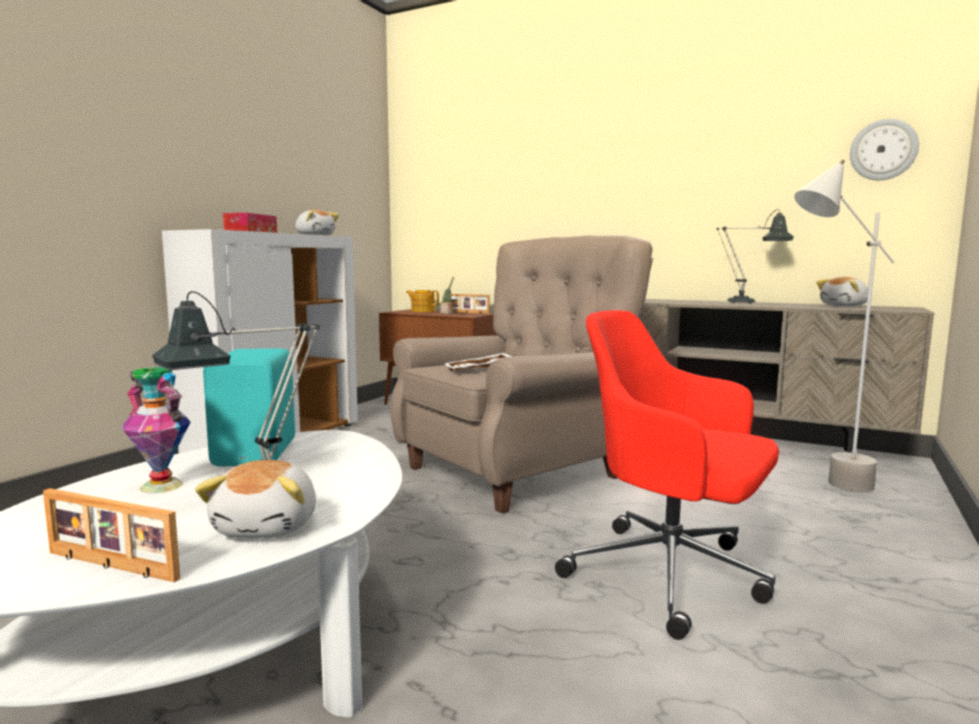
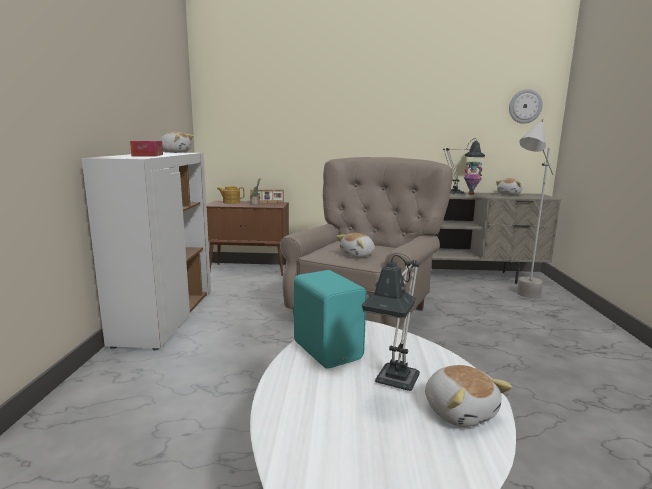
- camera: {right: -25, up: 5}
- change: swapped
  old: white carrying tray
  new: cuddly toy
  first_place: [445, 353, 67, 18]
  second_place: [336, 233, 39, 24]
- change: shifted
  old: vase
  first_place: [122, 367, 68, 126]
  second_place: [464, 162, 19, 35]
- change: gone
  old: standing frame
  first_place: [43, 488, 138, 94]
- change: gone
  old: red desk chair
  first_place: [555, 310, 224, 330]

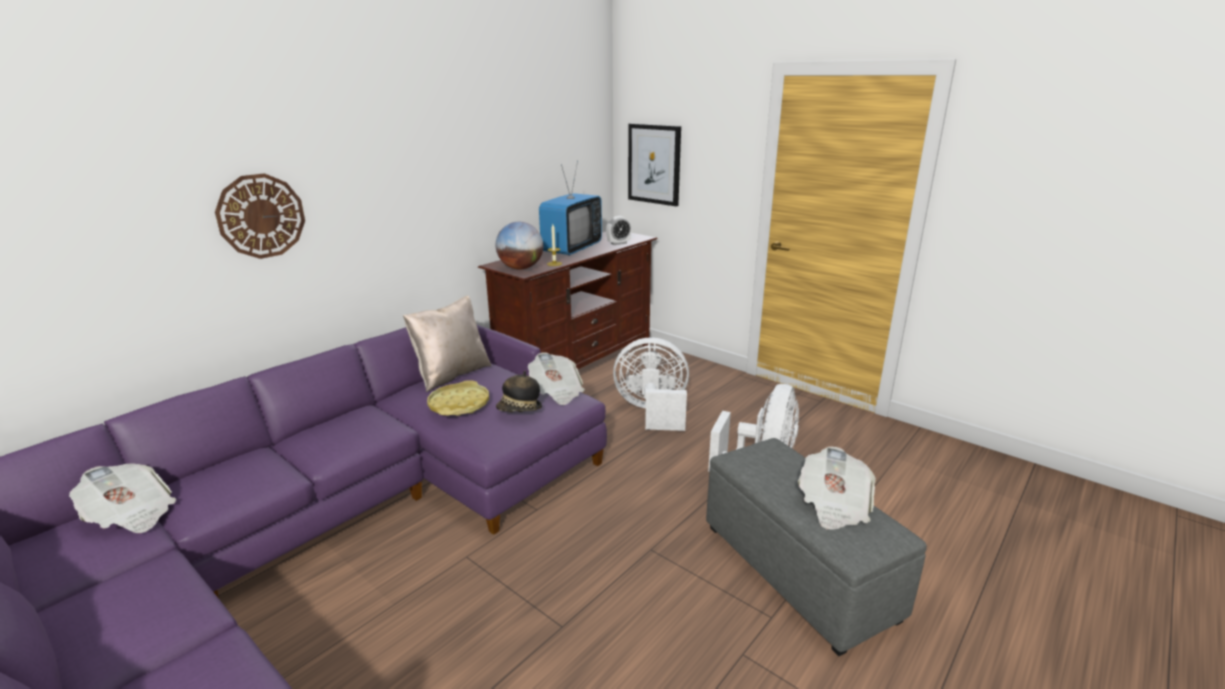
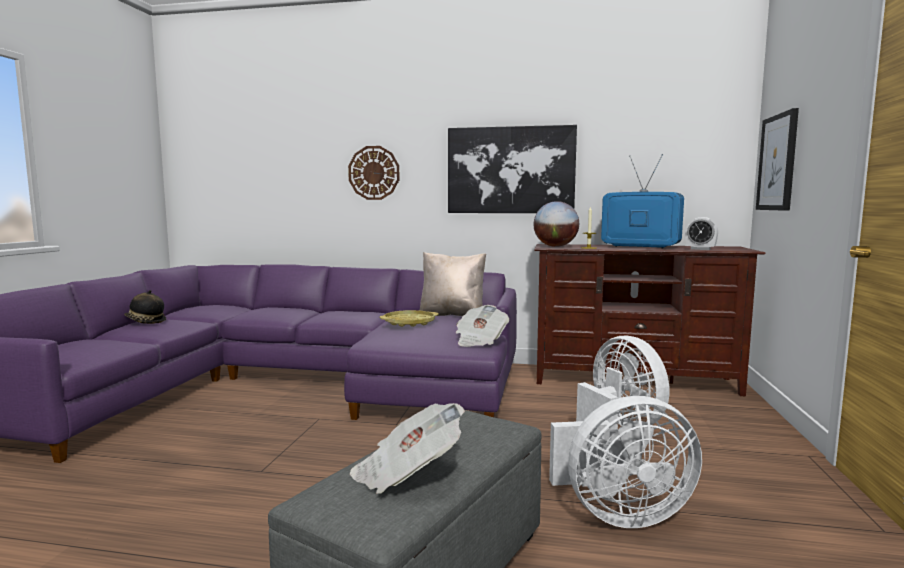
- camera: {right: 60, up: -15}
- change: shifted
  old: wearable hat
  first_place: [496, 371, 46, 41]
  second_place: [124, 290, 42, 34]
- change: new
  new: picture
  second_place: [448, 125, 129, 88]
- change: rotated
  old: TV set
  first_place: [539, 161, 63, 95]
  second_place: [601, 154, 83, 94]
  degrees: -150
- change: gone
  old: daily paper
  first_place: [69, 463, 107, 70]

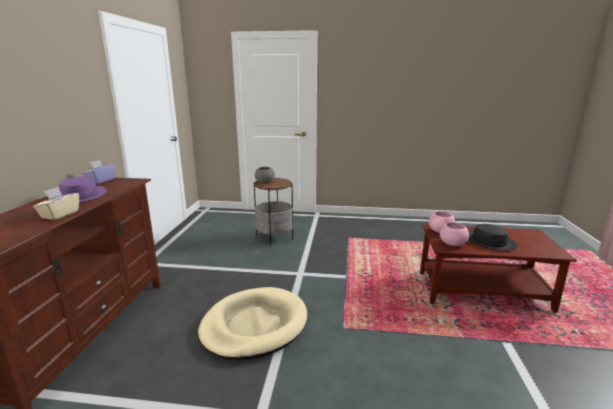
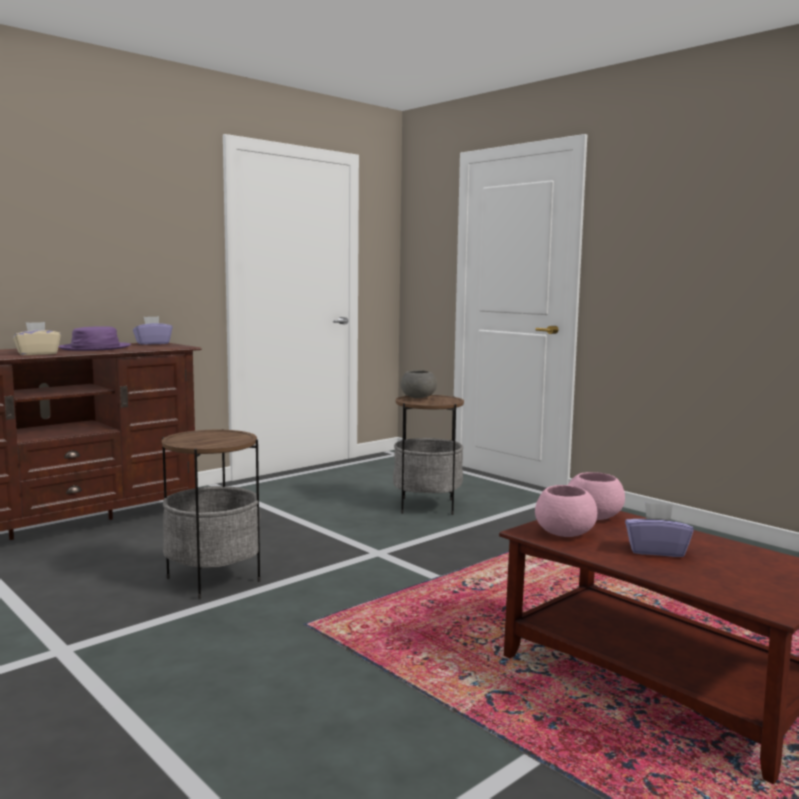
- camera: {right: 40, up: -10}
- change: swapped
  old: beige pet bed
  new: accent table
  first_place: [198, 287, 109, 73]
  second_place: [162, 429, 99, 170]
- change: swapped
  old: black-coloured wearable hat
  new: purple-coloured box of tissues
  first_place: [468, 224, 49, 26]
  second_place: [625, 502, 69, 55]

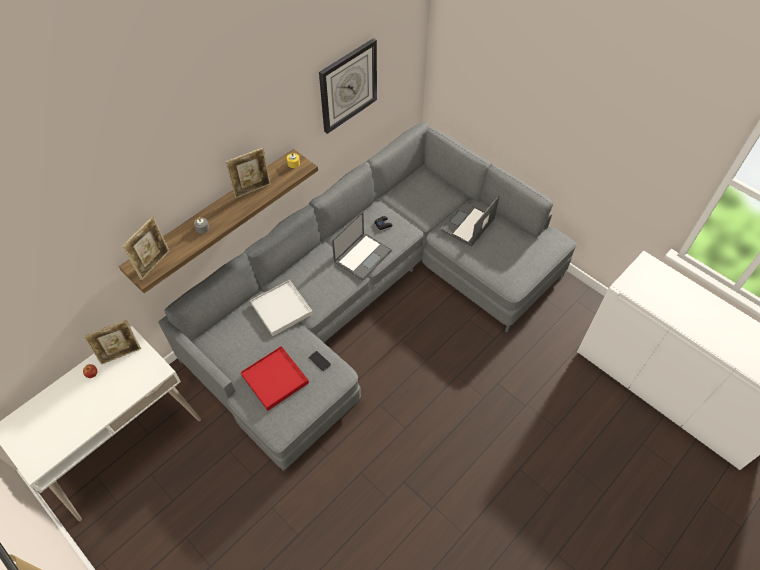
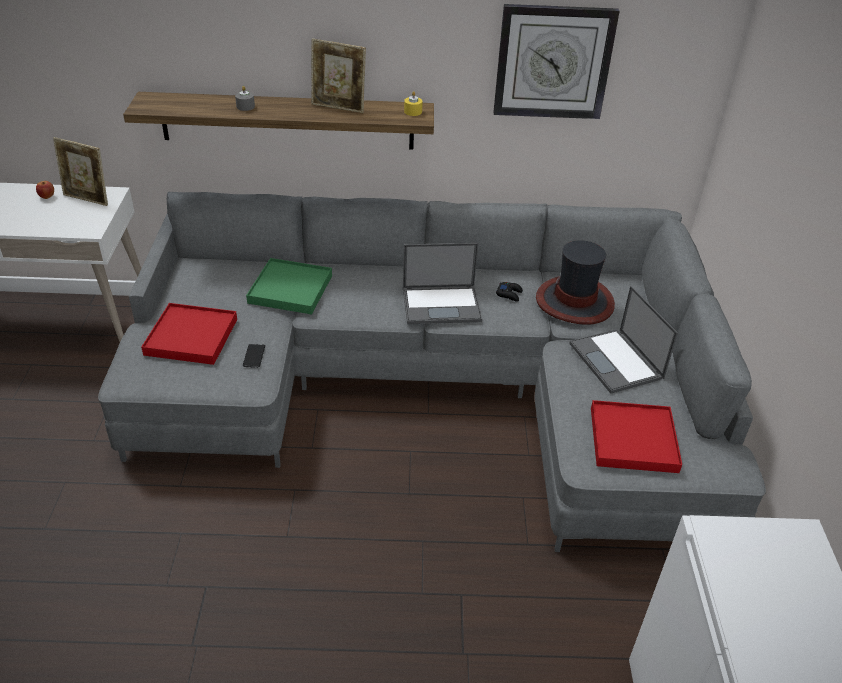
- camera: {right: 45, up: -15}
- change: repainted
  old: white carrying tray
  new: greenish carrying tray
  first_place: [250, 280, 63, 56]
  second_place: [246, 258, 86, 56]
- change: new
  new: wearable hat
  second_place: [536, 240, 79, 85]
- change: rotated
  old: portable computer
  first_place: [441, 196, 58, 51]
  second_place: [569, 286, 109, 108]
  degrees: -105
- change: new
  new: red carrying tray
  second_place: [591, 400, 91, 73]
- change: gone
  old: standing frame
  first_place: [122, 217, 48, 63]

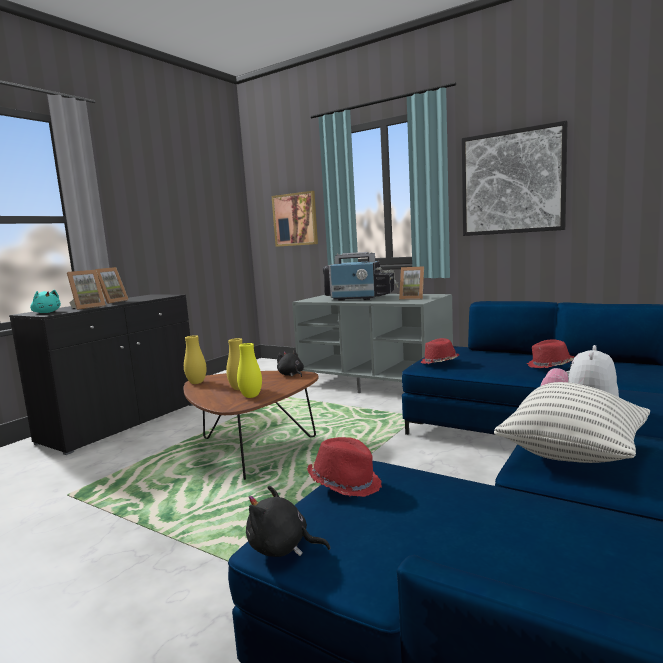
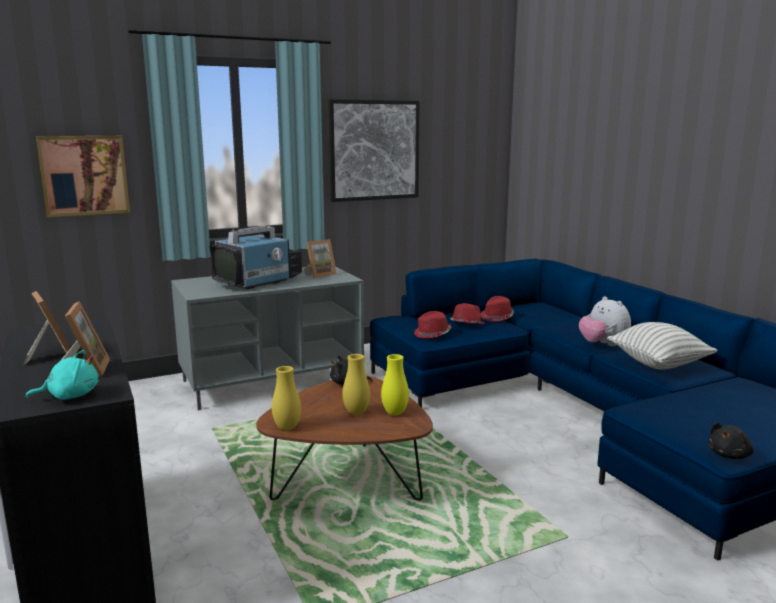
- camera: {right: -60, up: 5}
- change: shifted
  old: red wearable hat
  first_place: [307, 437, 75, 60]
  second_place: [450, 303, 34, 21]

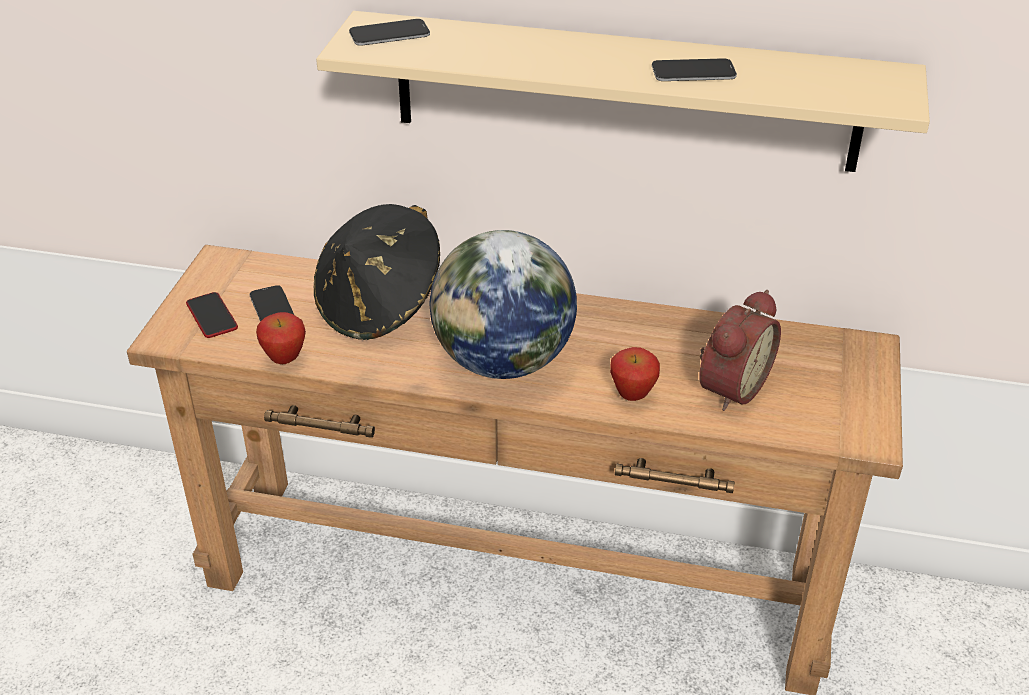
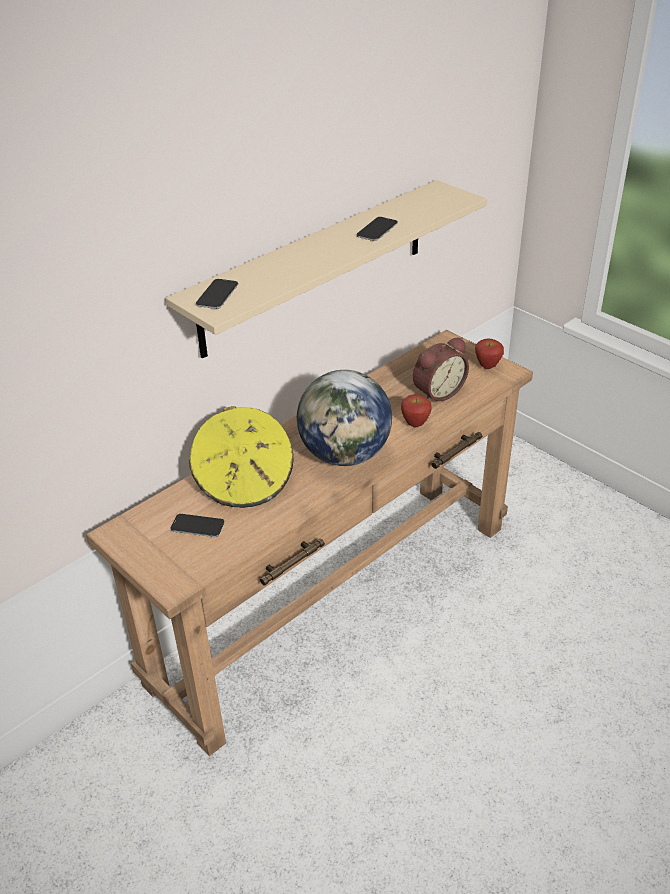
- camera: {right: -55, up: 0}
- change: repainted
  old: black-coloured wearable hat
  new: yellow-coloured wearable hat
  first_place: [314, 204, 126, 136]
  second_place: [189, 406, 104, 102]
- change: rotated
  old: bedside clock
  first_place: [699, 290, 82, 121]
  second_place: [413, 337, 56, 64]
  degrees: 75
- change: shifted
  old: whole apple
  first_place: [256, 312, 50, 52]
  second_place: [475, 338, 29, 31]
- change: gone
  old: telephone
  first_place: [186, 292, 52, 46]

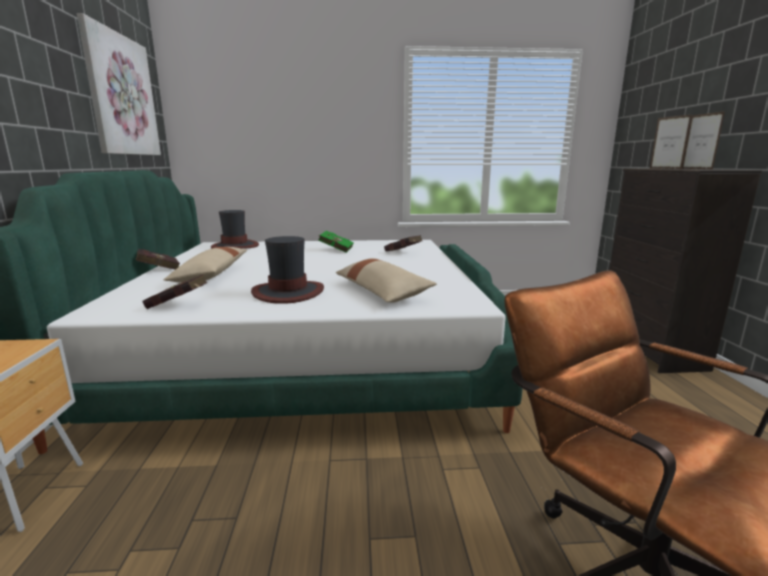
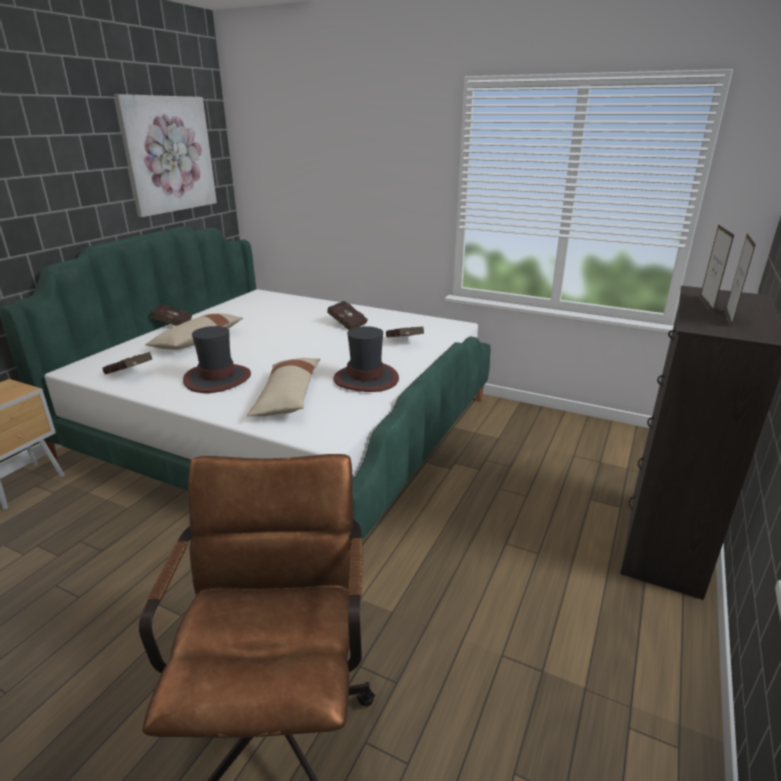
- camera: {right: 30, up: 10}
- change: repainted
  old: greenish book
  new: red book
  first_place: [319, 231, 34, 22]
  second_place: [327, 301, 40, 29]
- change: shifted
  old: wearable hat
  first_place: [211, 210, 48, 39]
  second_place: [333, 326, 66, 66]

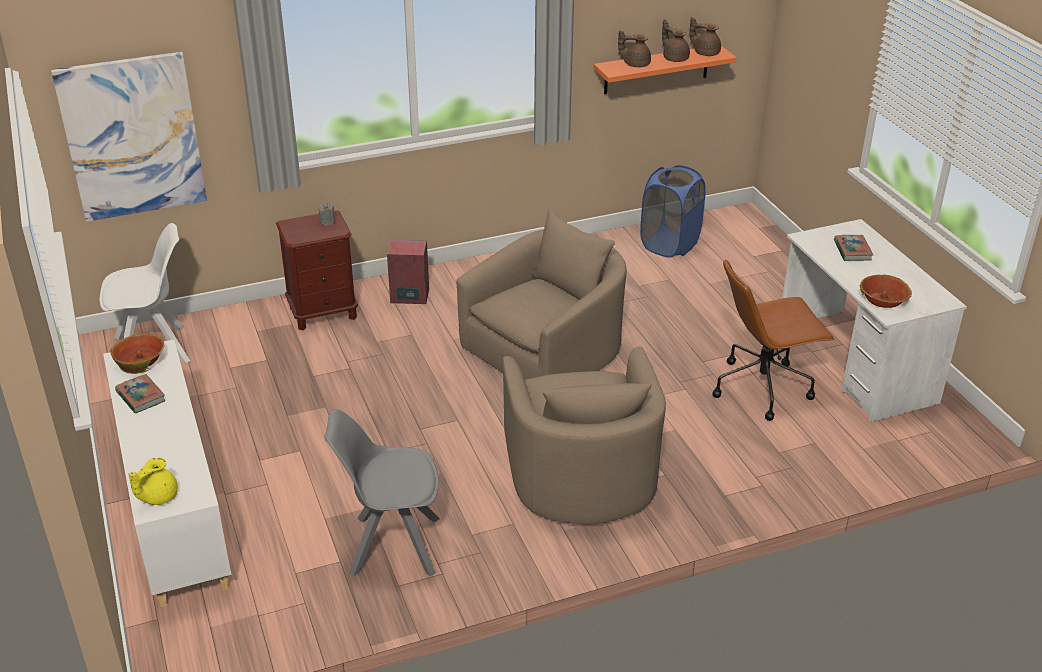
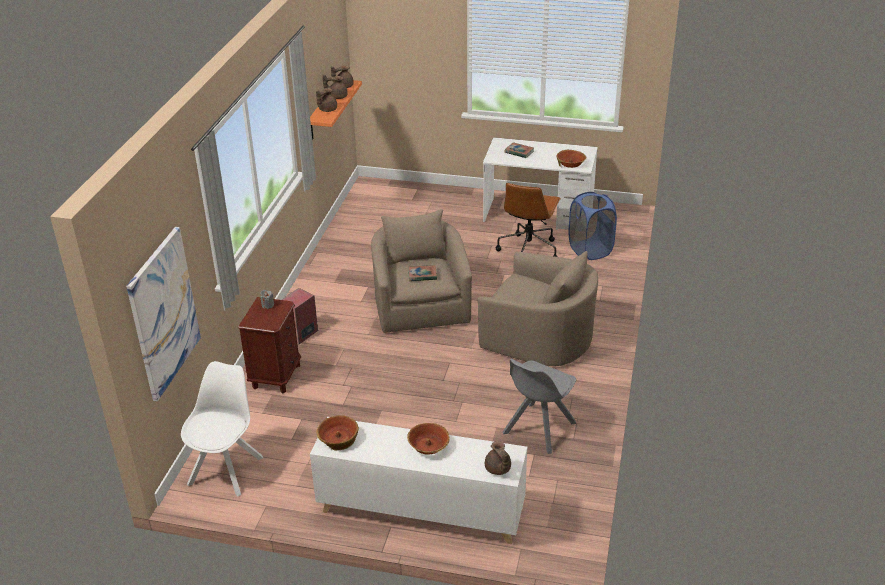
- camera: {right: -55, up: 0}
- change: new
  new: deep dish
  second_place: [407, 423, 42, 32]
- change: shifted
  old: book
  first_place: [115, 374, 51, 40]
  second_place: [408, 265, 29, 16]
- change: repainted
  old: yellow-coloured tea pot
  new: brown tea pot
  first_place: [128, 458, 50, 47]
  second_place: [485, 441, 26, 34]
- change: shifted
  old: bluish washing basket
  first_place: [640, 165, 66, 93]
  second_place: [569, 192, 48, 68]

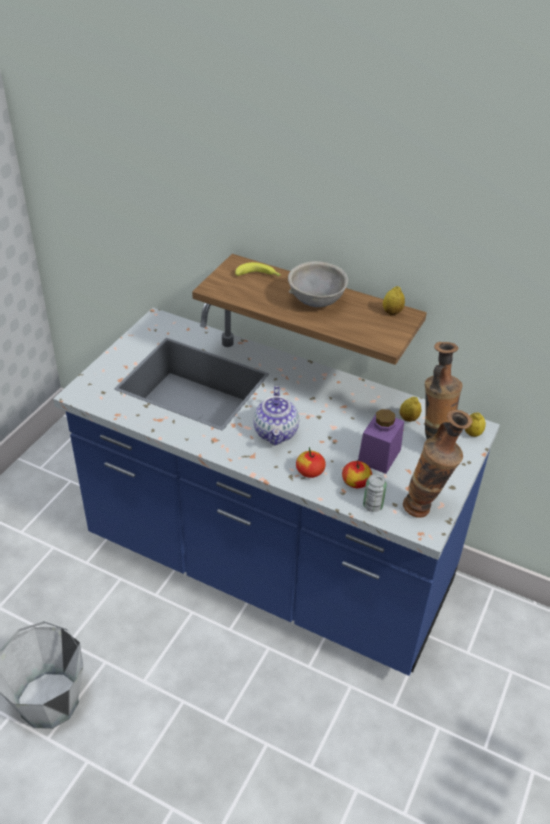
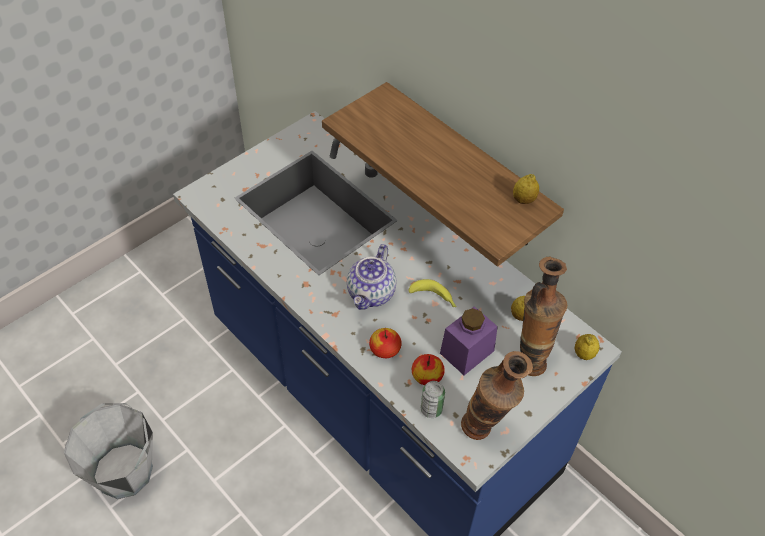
- camera: {right: 20, up: 10}
- change: shifted
  old: banana fruit
  first_place: [235, 262, 46, 14]
  second_place: [409, 279, 48, 28]
- change: gone
  old: gray deep dish
  first_place: [288, 261, 60, 46]

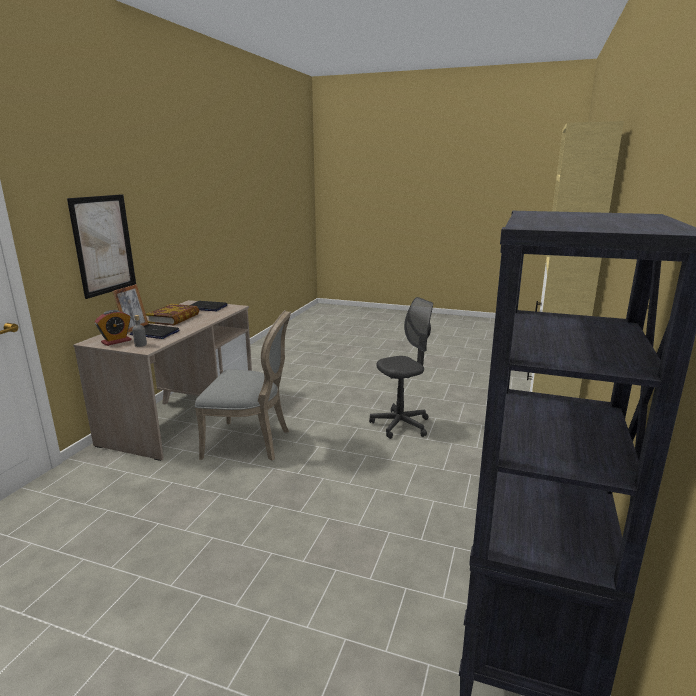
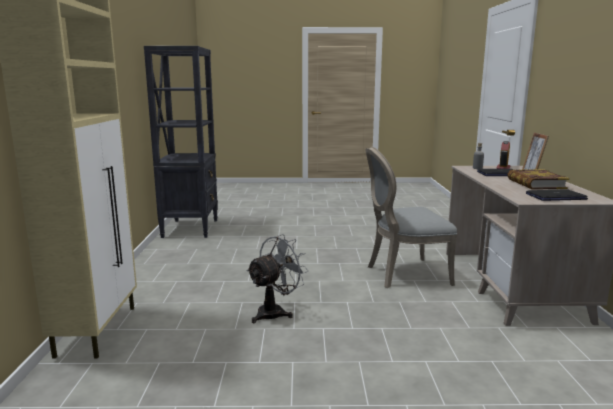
- camera: {right: 160, up: -5}
- change: swapped
  old: gray desk chair
  new: gray electric fan
  first_place: [369, 297, 64, 142]
  second_place: [246, 234, 63, 89]
- change: gone
  old: picture
  first_place: [67, 194, 69, 105]

